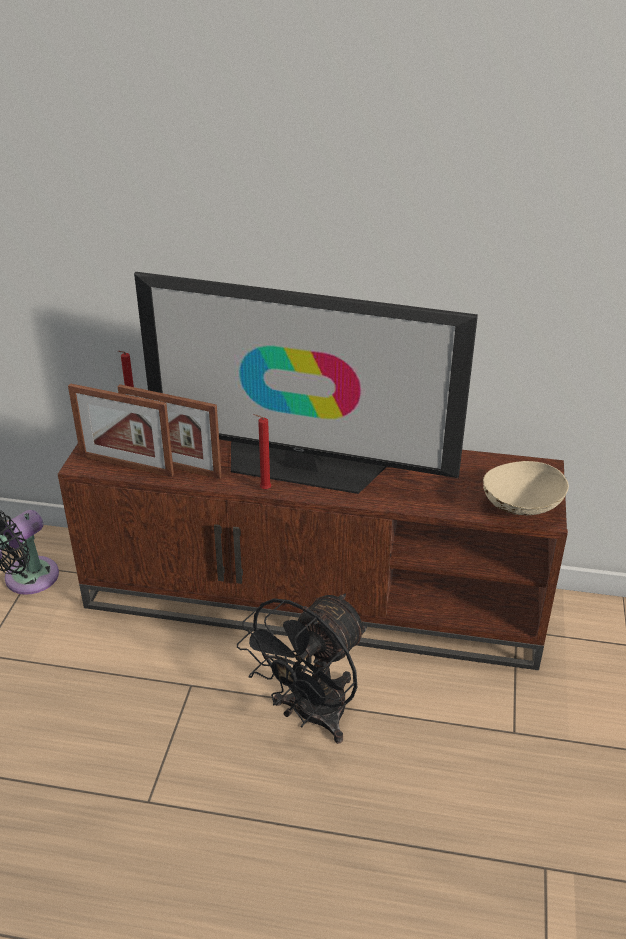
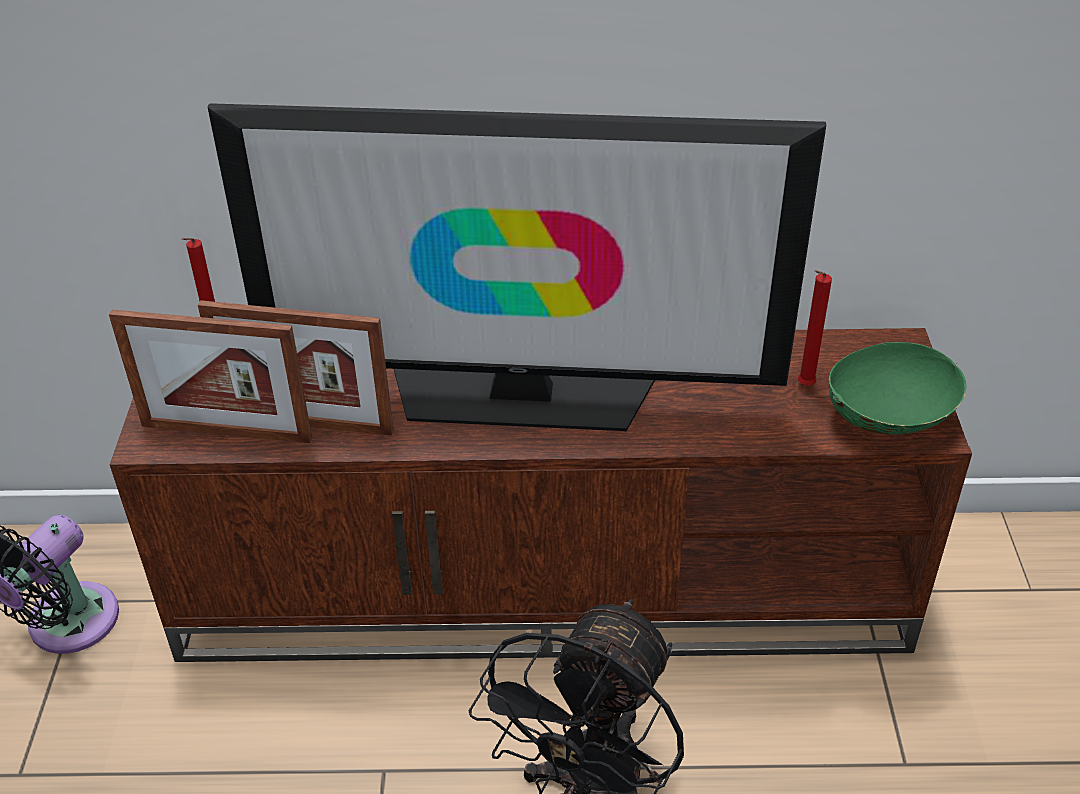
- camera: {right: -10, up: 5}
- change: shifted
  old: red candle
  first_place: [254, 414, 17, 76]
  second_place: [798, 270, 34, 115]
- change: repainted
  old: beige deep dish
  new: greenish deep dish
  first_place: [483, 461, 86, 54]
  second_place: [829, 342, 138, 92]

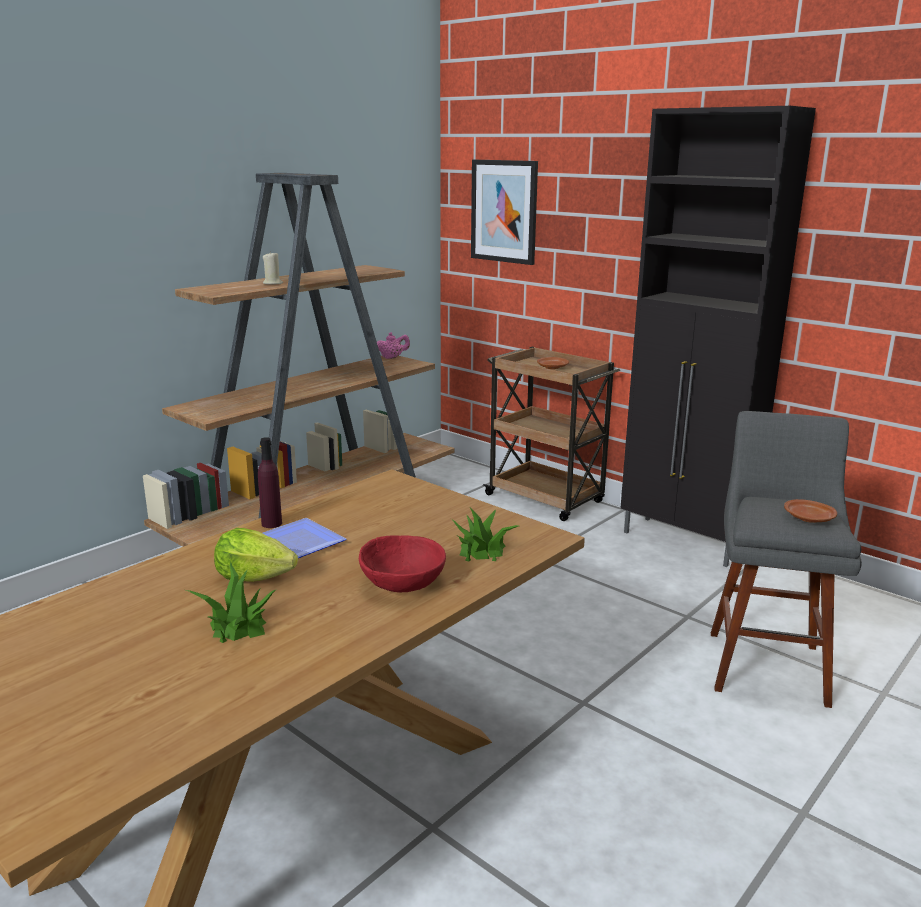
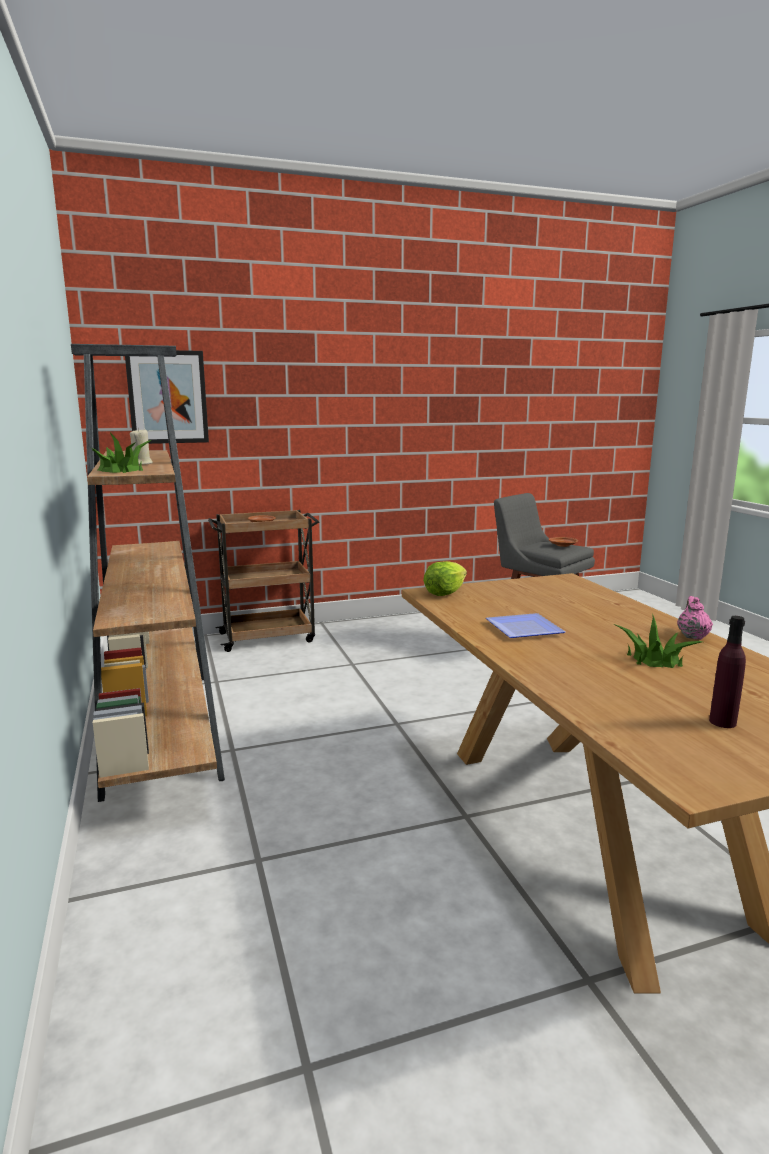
- camera: {right: -60, up: -5}
- change: shifted
  old: potted plant
  first_place: [451, 508, 68, 54]
  second_place: [91, 432, 60, 41]
- change: shifted
  old: lettuce
  first_place: [214, 528, 84, 54]
  second_place: [423, 561, 44, 35]
- change: shifted
  old: pink tea pot
  first_place: [377, 332, 33, 27]
  second_place: [677, 596, 36, 44]
- change: shifted
  old: purple-coloured bottle
  first_place: [258, 437, 24, 91]
  second_place: [709, 616, 37, 112]
- change: gone
  old: red deep dish
  first_place: [359, 535, 87, 57]
- change: gone
  old: black-coloured cupboard
  first_place: [621, 106, 195, 461]

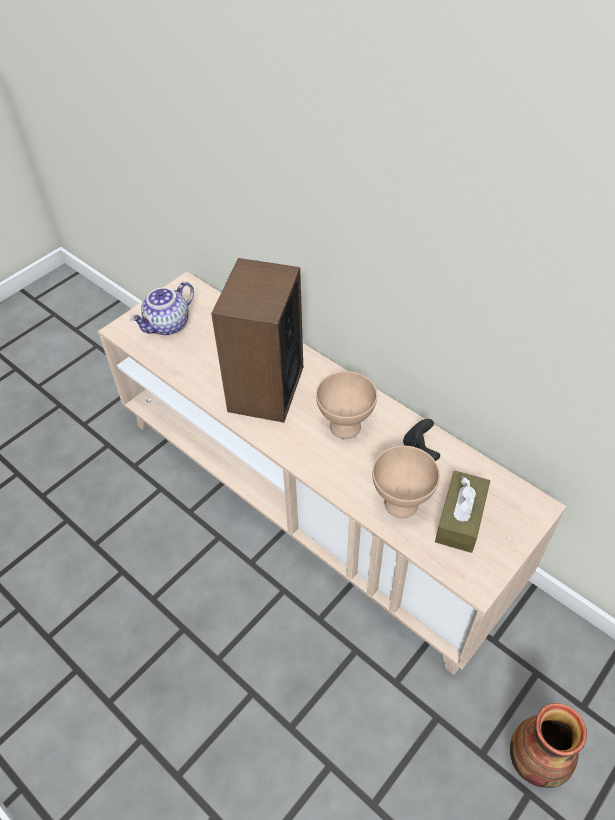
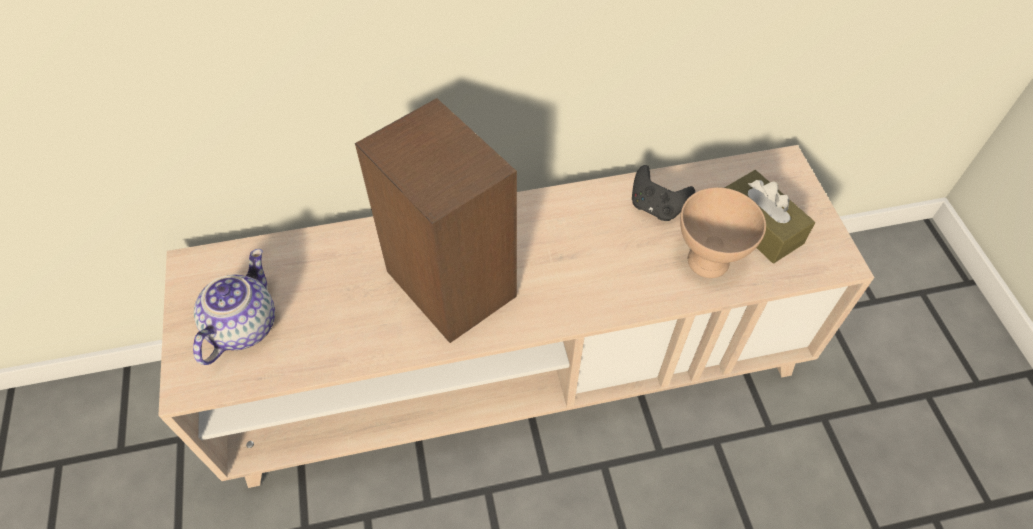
- camera: {right: -55, up: 5}
- change: rotated
  old: tea pot
  first_place: [130, 282, 64, 53]
  second_place: [193, 249, 82, 116]
  degrees: -150
- change: gone
  old: beige deep dish
  first_place: [316, 371, 61, 68]
- change: gone
  old: vase
  first_place: [510, 703, 77, 85]

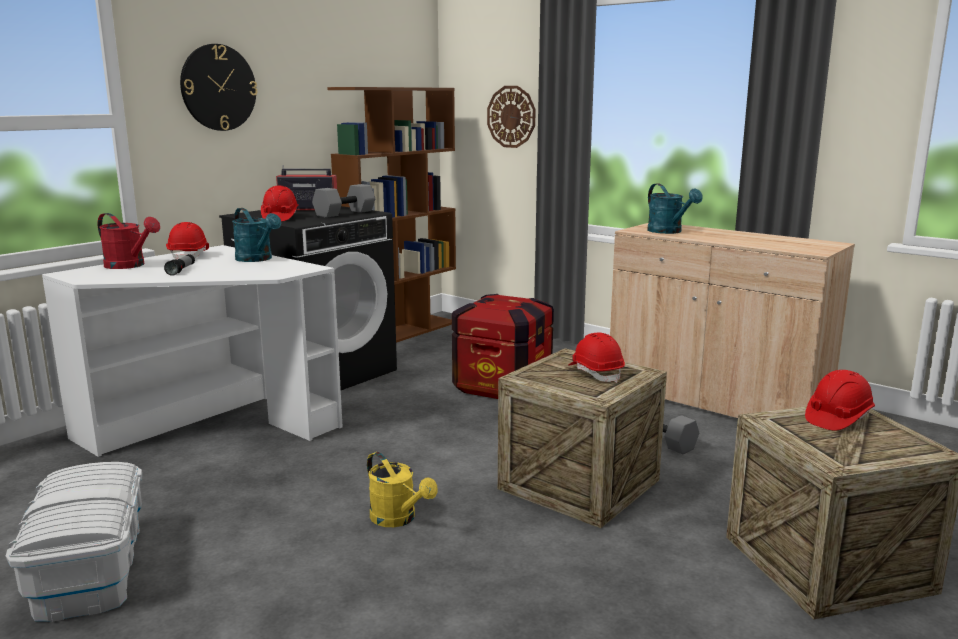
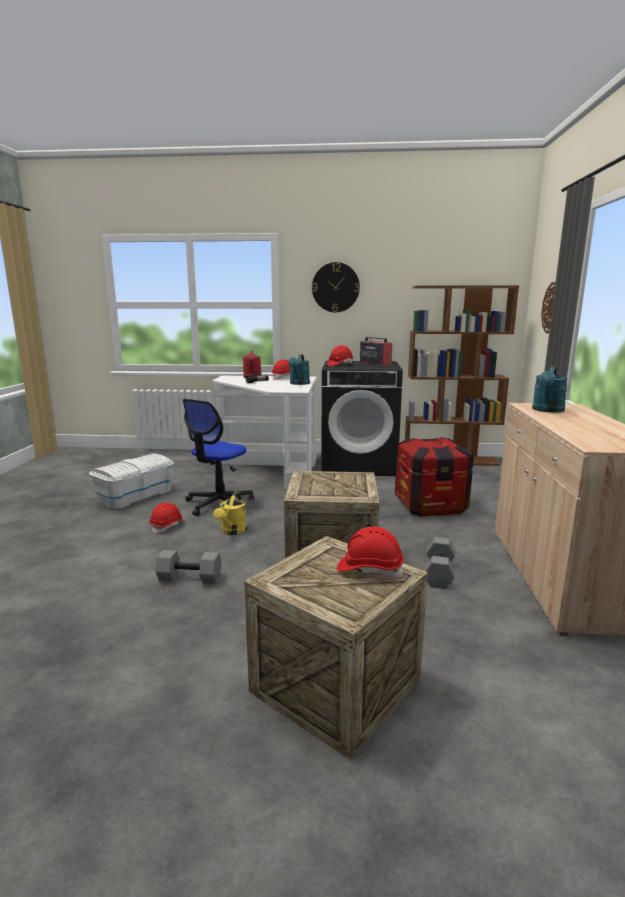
- camera: {right: 55, up: 0}
- change: shifted
  old: red work helmet
  first_place: [568, 332, 57, 51]
  second_place: [149, 502, 36, 32]
- change: shifted
  old: gray dumbbell
  first_place: [312, 184, 63, 34]
  second_place: [156, 550, 65, 33]
- change: new
  new: desk chair
  second_place: [183, 399, 71, 117]

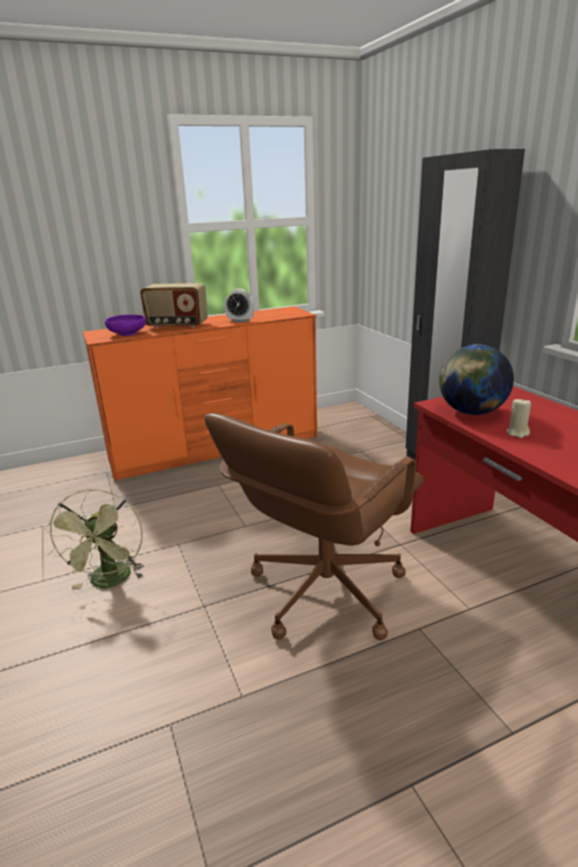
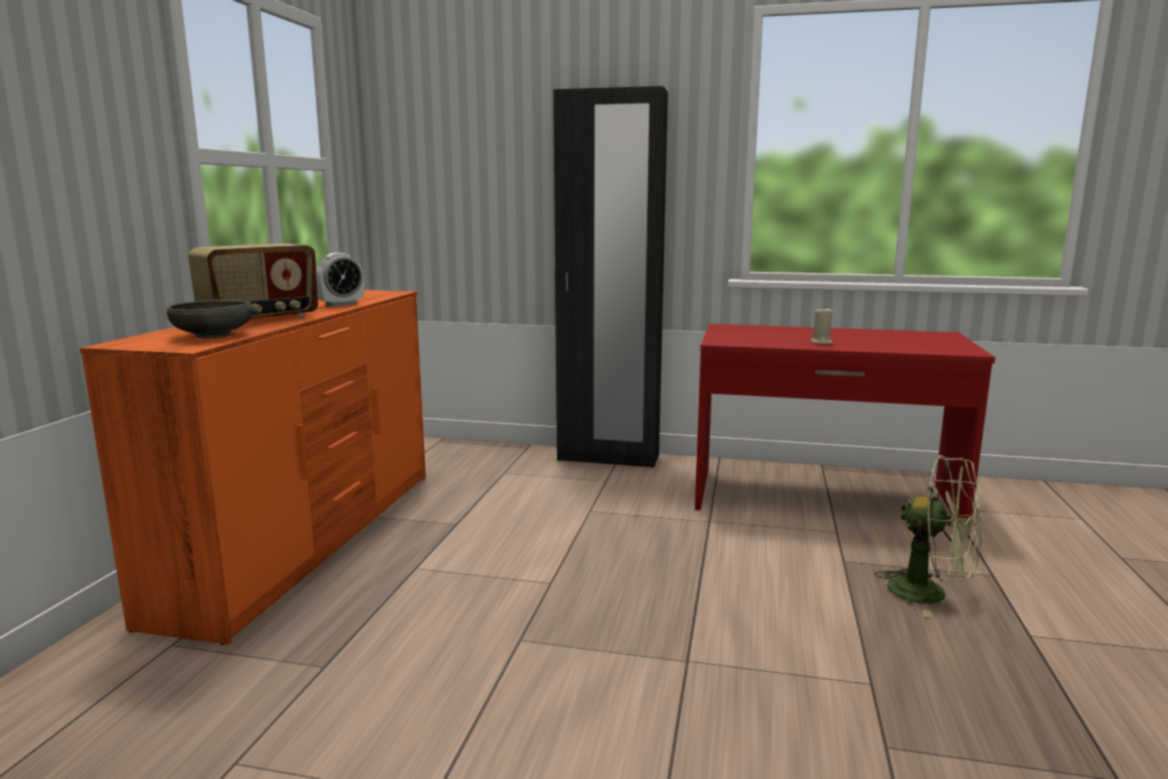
- camera: {right: -55, up: -10}
- change: repainted
  old: purple-coloured deep dish
  new: gray deep dish
  first_place: [105, 314, 41, 22]
  second_place: [167, 300, 85, 38]
- change: shifted
  old: greenish electric fan
  first_place: [44, 489, 100, 99]
  second_place: [875, 455, 107, 162]
- change: gone
  old: brown desk chair
  first_place: [204, 413, 220, 227]
- change: gone
  old: world globe
  first_place: [439, 344, 75, 71]

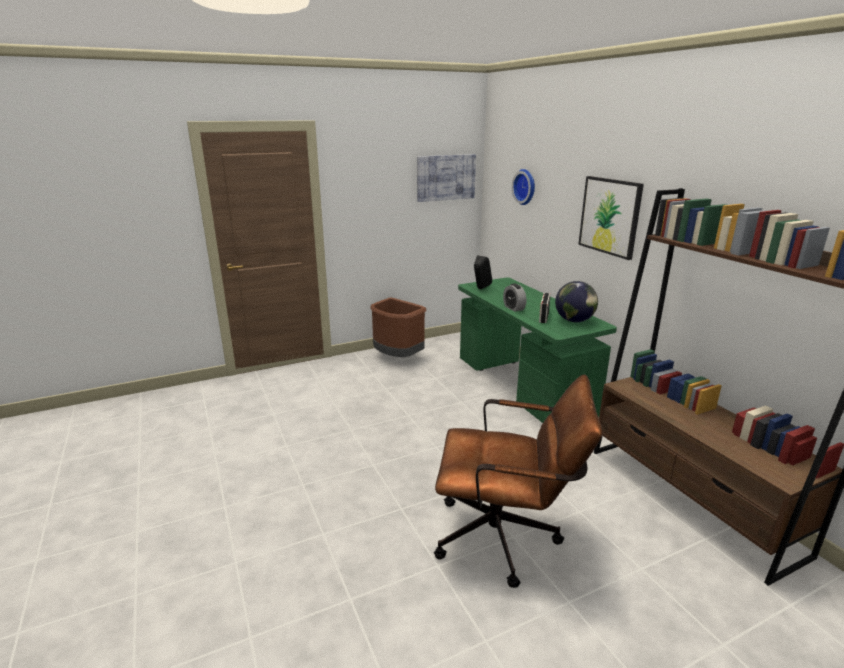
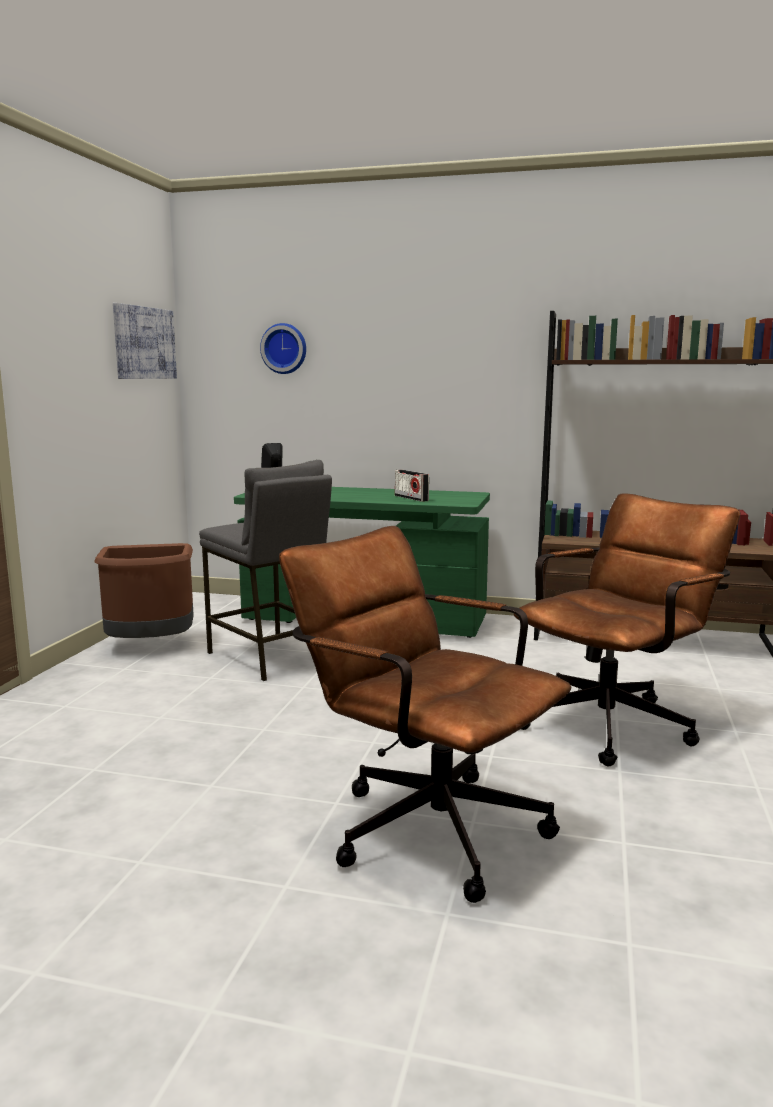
- camera: {right: -50, up: -10}
- change: new
  new: gray sitting stool
  second_place: [199, 460, 133, 221]
- change: new
  new: brown desk chair
  second_place: [279, 526, 292, 377]
- change: gone
  old: bedside clock
  first_place: [503, 284, 24, 28]
- change: gone
  old: world globe
  first_place: [555, 281, 43, 41]
- change: gone
  old: picture
  first_place: [578, 176, 66, 84]

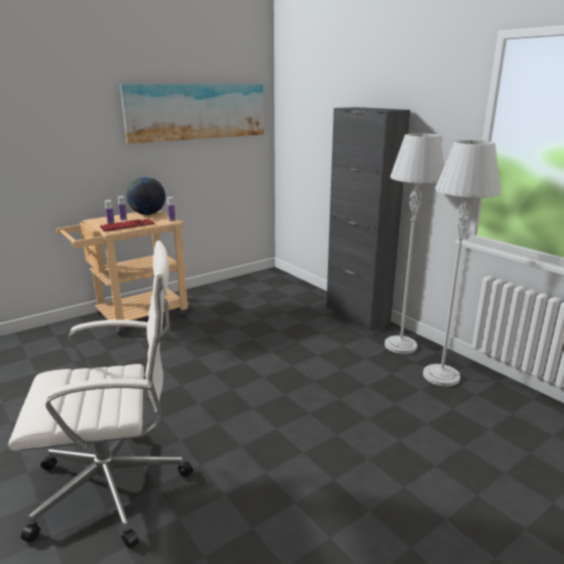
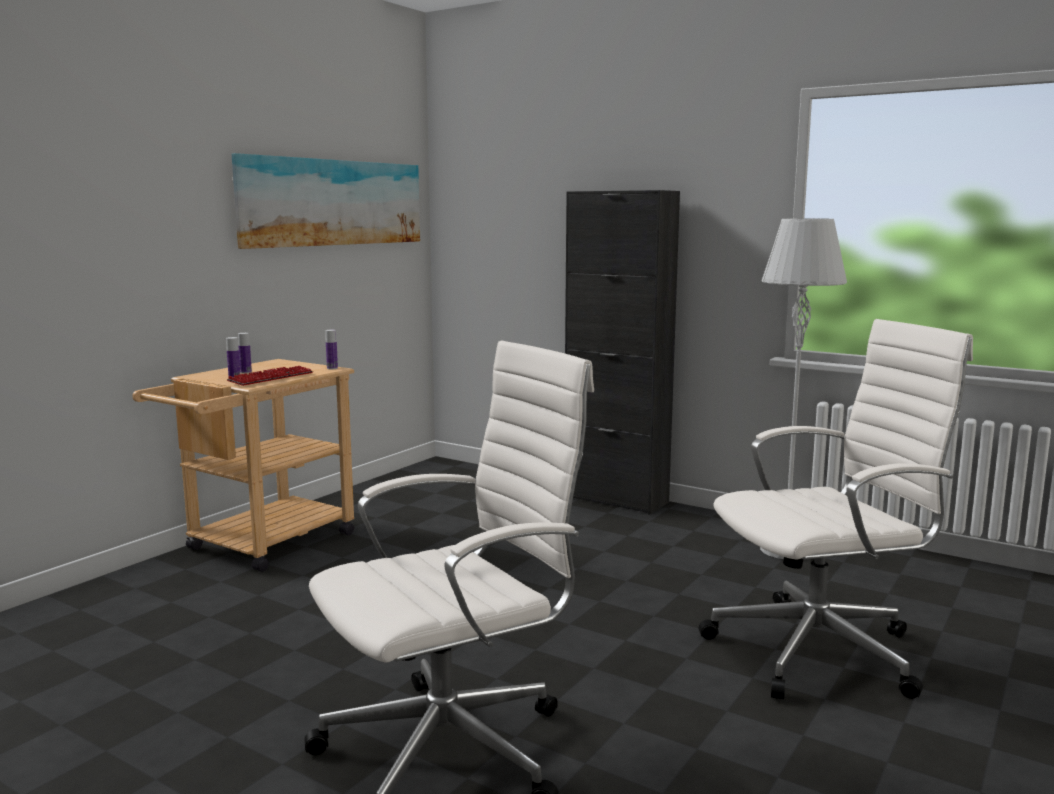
- camera: {right: -20, up: -10}
- change: new
  new: white desk chair
  second_place: [699, 319, 274, 380]
- change: gone
  old: world globe
  first_place: [127, 177, 39, 38]
- change: gone
  old: gray standard lamp
  first_place: [385, 133, 59, 221]

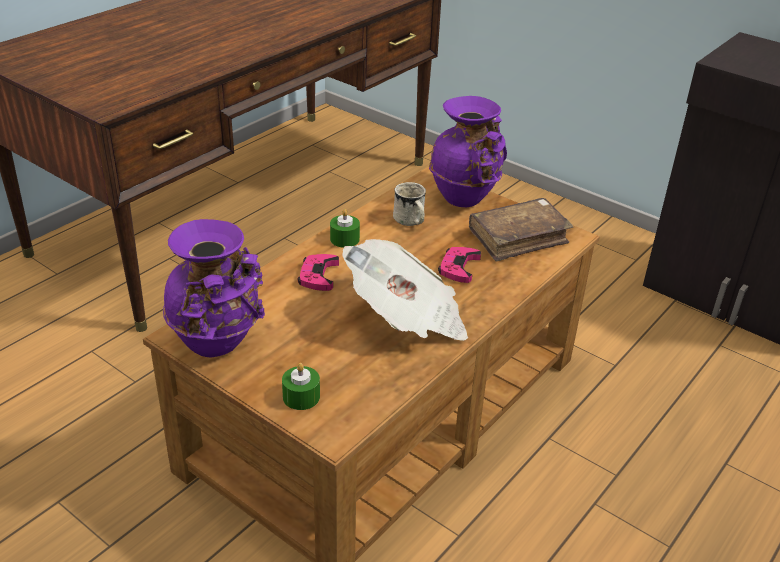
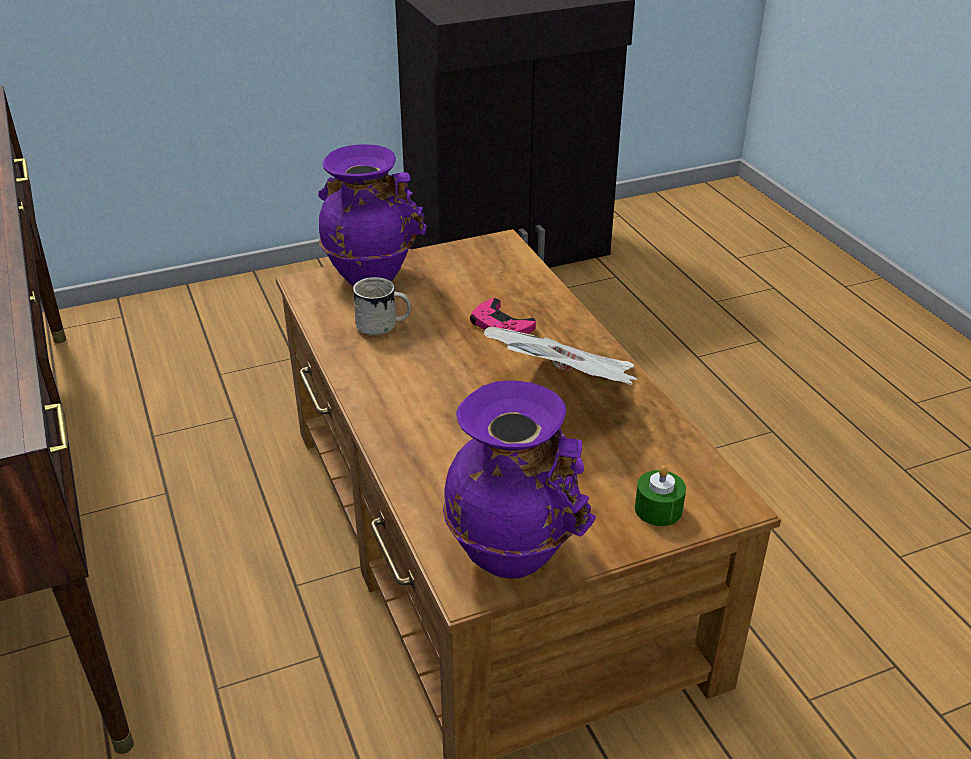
- camera: {right: -60, up: 0}
- change: gone
  old: pink gamepad
  first_place: [297, 254, 42, 37]
- change: gone
  old: greenish candle
  first_place: [330, 209, 30, 39]
- change: gone
  old: brown book
  first_place: [469, 198, 105, 64]

